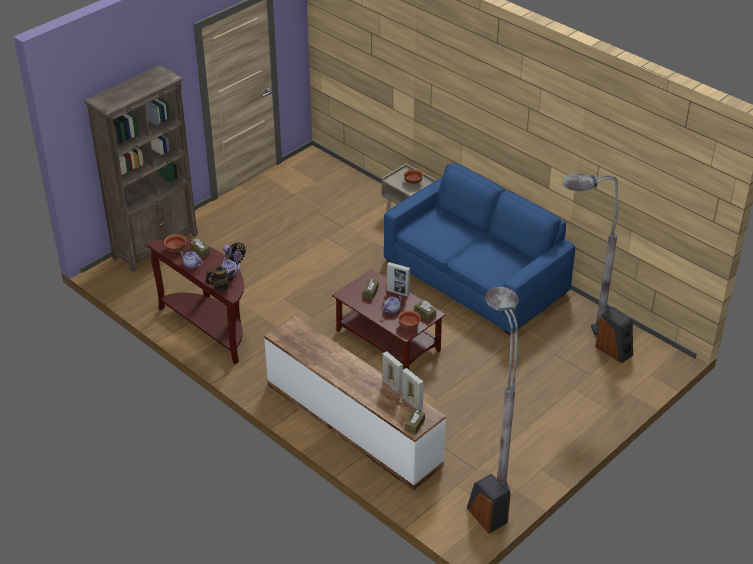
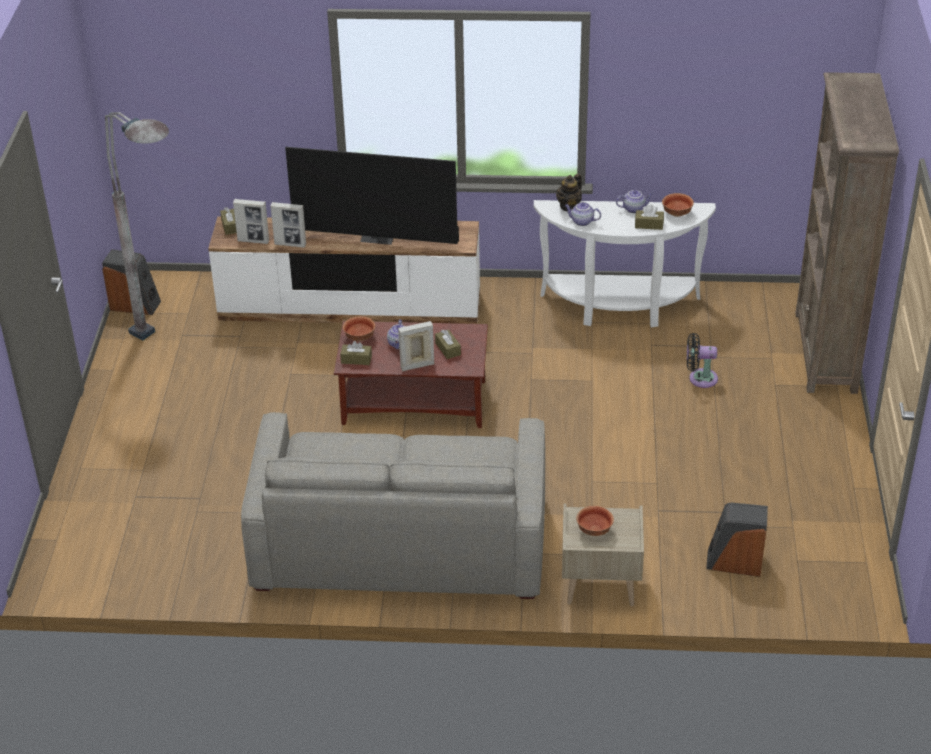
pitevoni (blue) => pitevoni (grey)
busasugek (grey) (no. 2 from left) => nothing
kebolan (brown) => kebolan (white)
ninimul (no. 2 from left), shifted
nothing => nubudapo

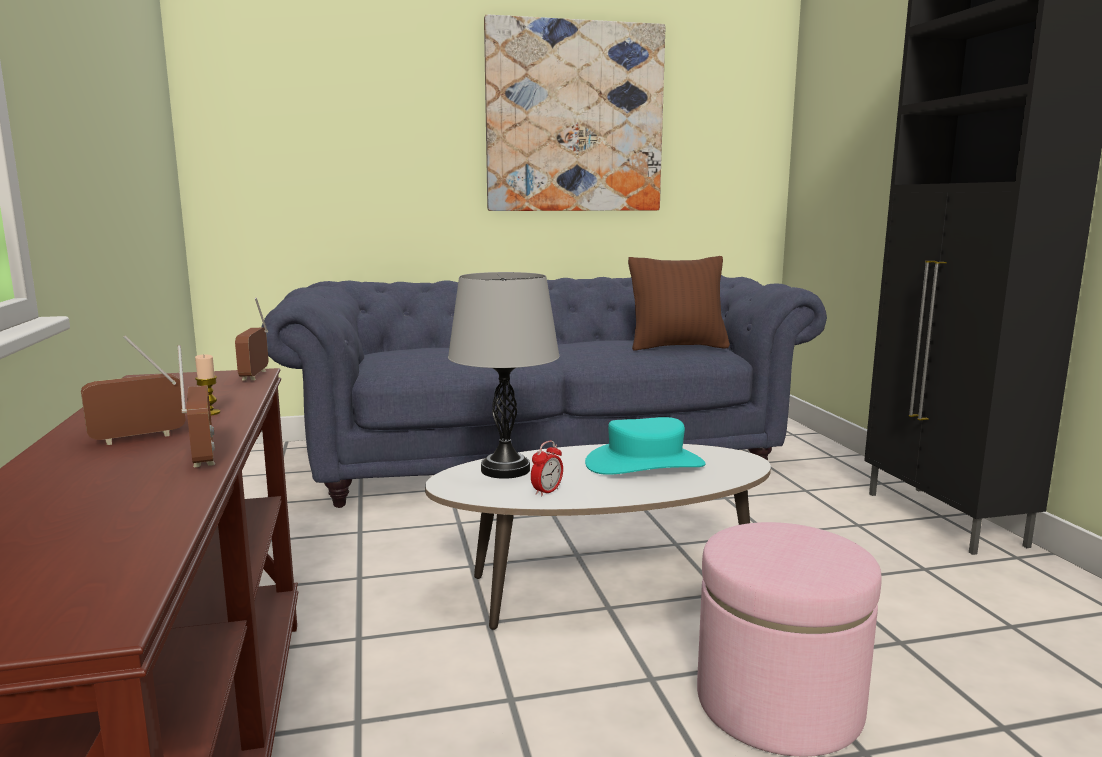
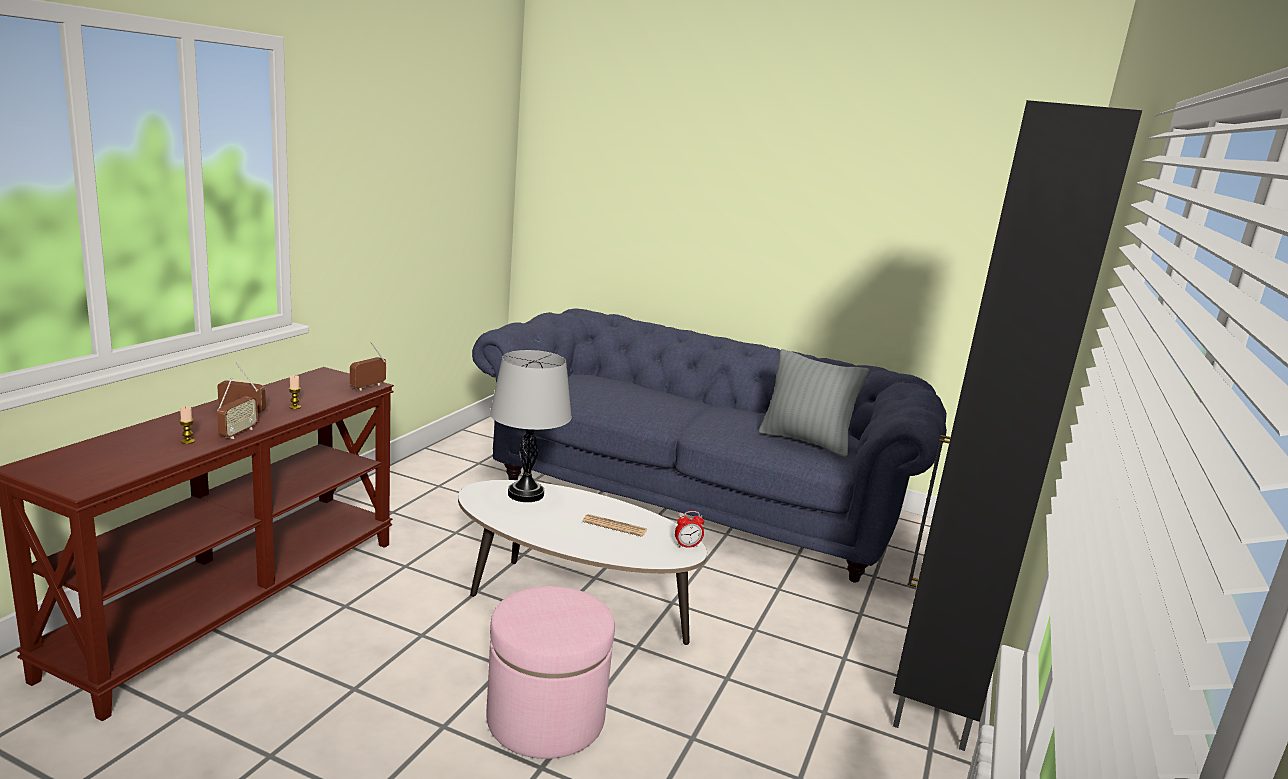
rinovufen => nothing
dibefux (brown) => dibefux (grey)
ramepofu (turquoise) => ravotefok
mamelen, shifted
nothing => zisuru (no. 1 from left)

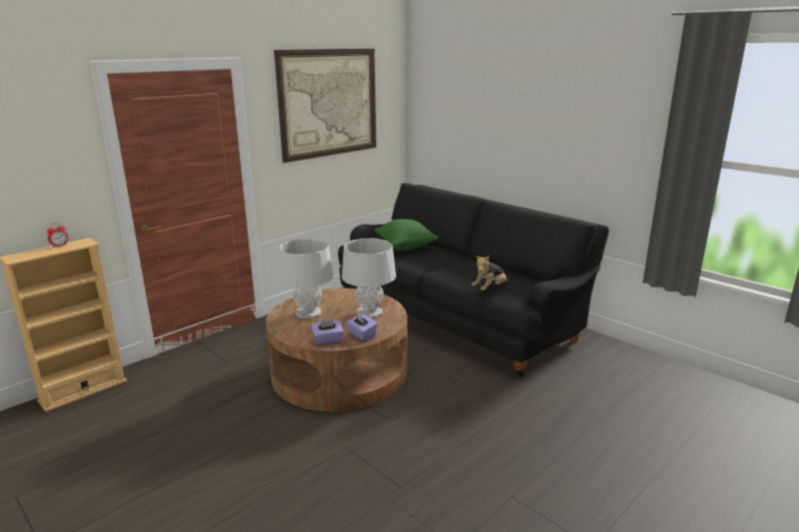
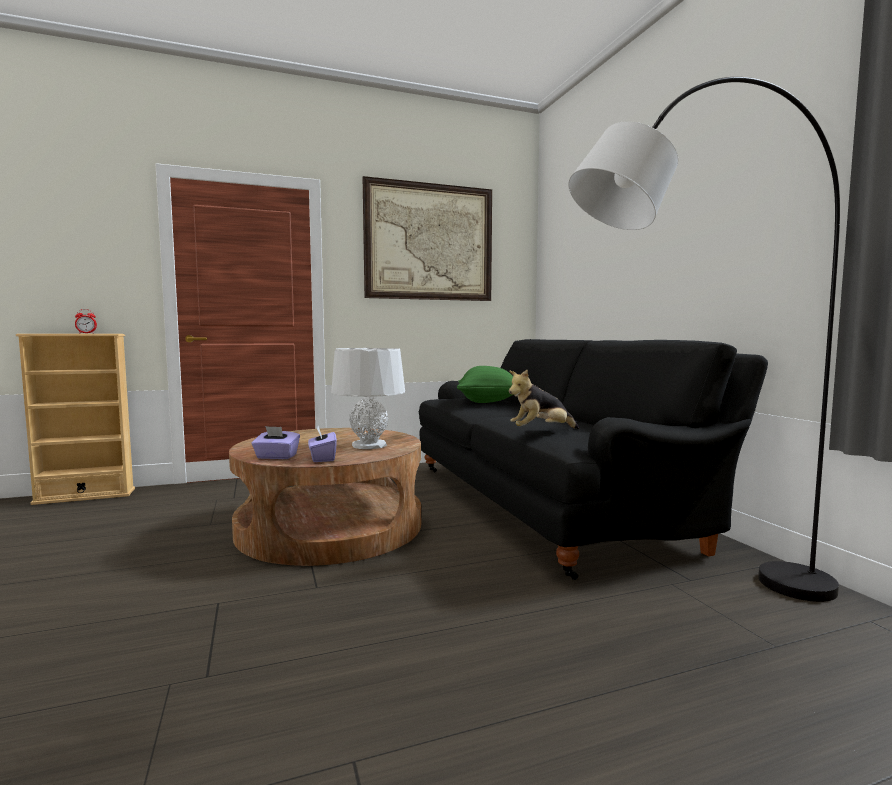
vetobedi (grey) (no. 1 from left) => nothing
nothing => busasugek (black)

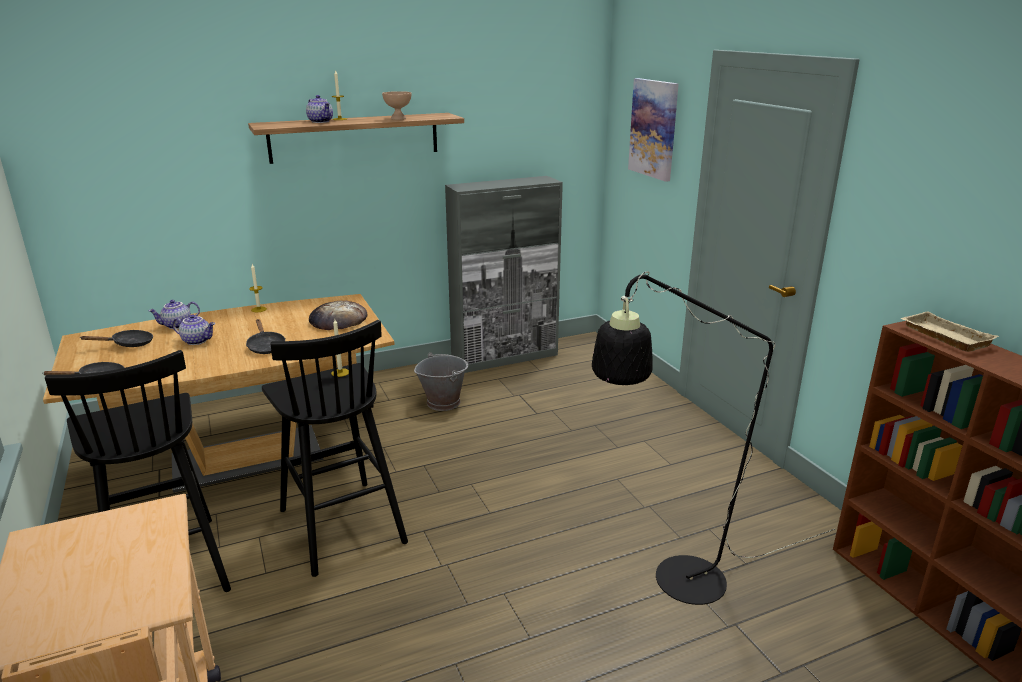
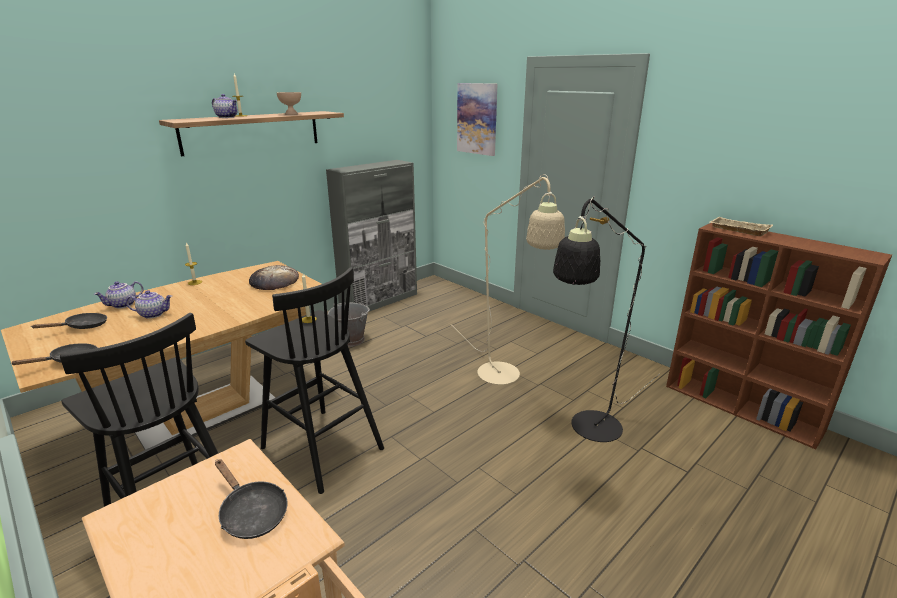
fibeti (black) (no. 3 from left), shifted
nothing => busasugek (beige)

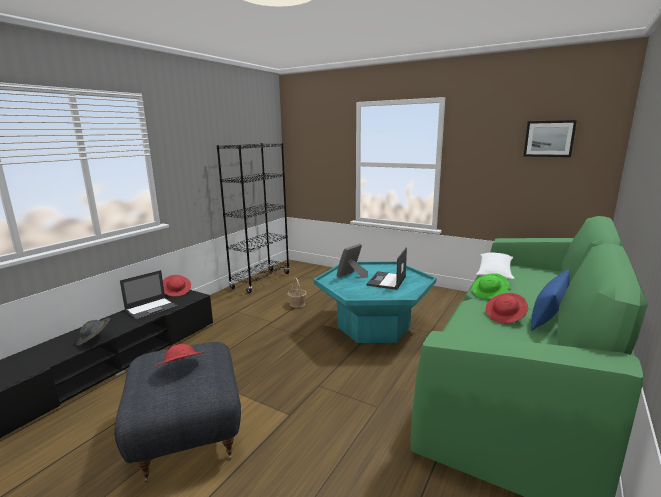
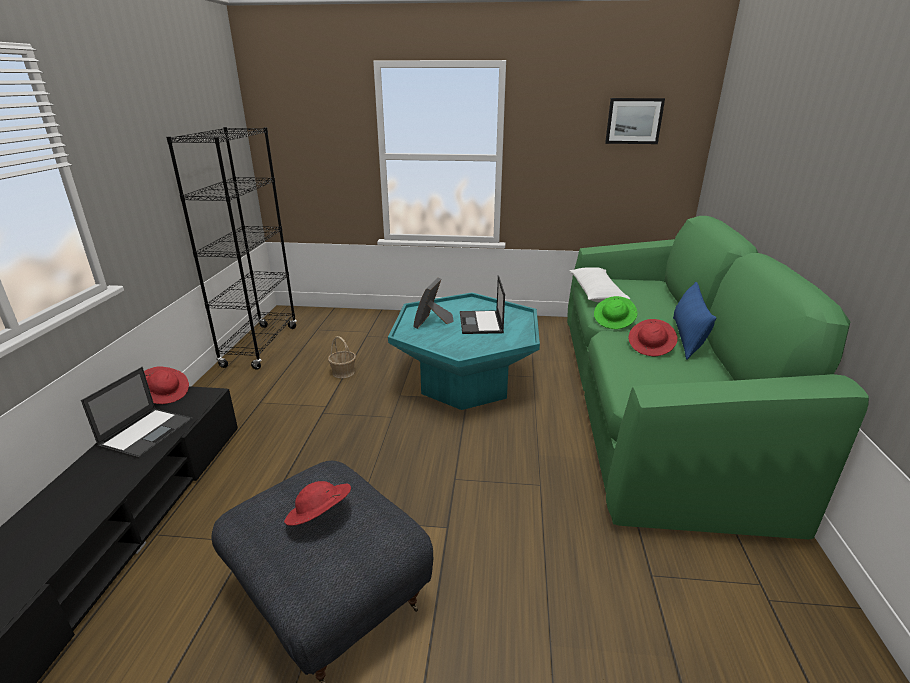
ramepofu (grey) => nothing

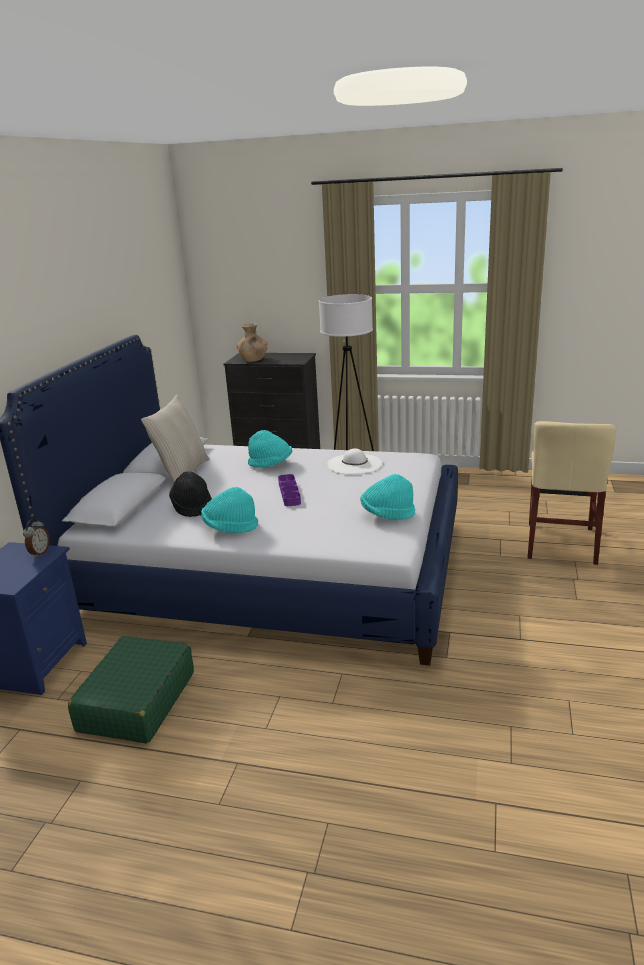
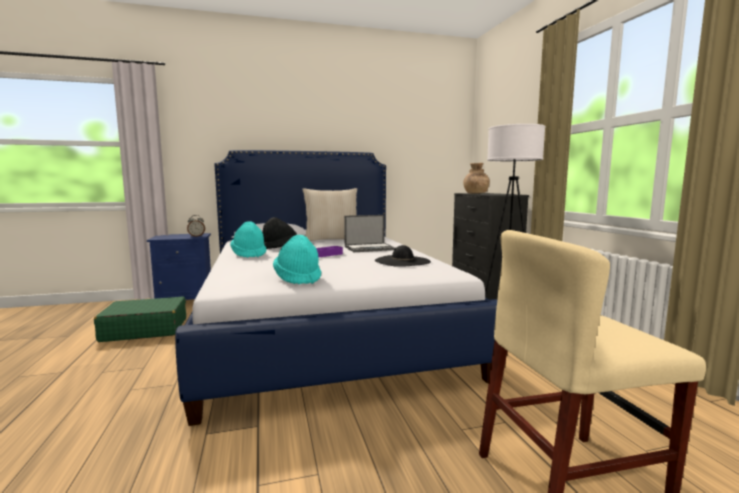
ramepofu (turquoise) (no. 2 from left) => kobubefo
ramepofu (white) => ramepofu (black) (no. 2 from left)

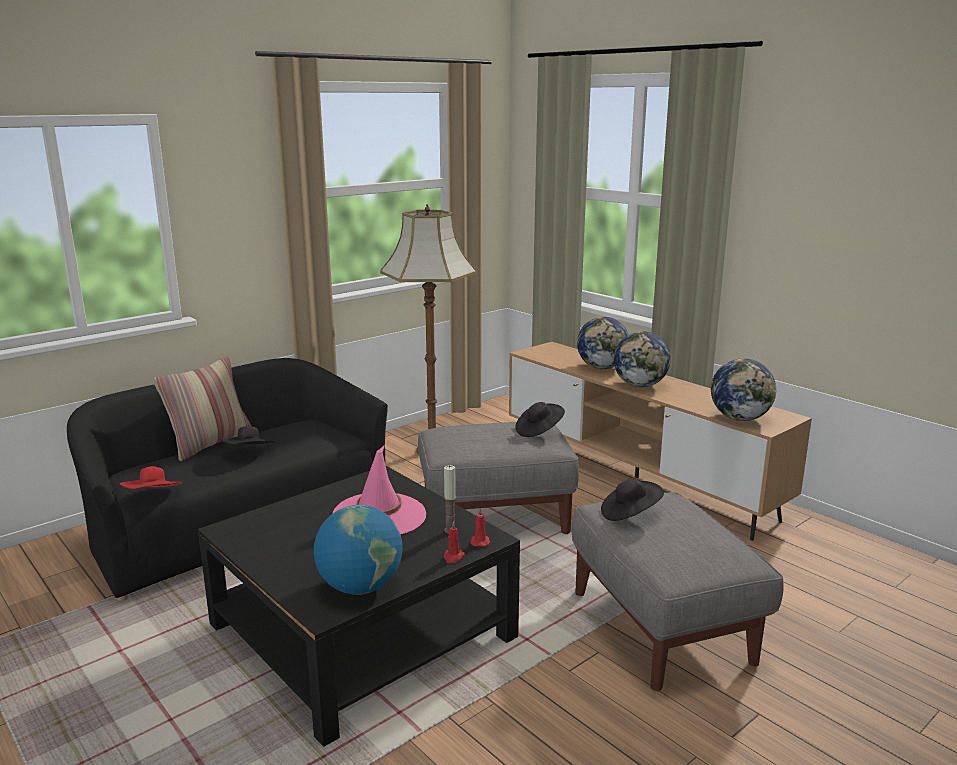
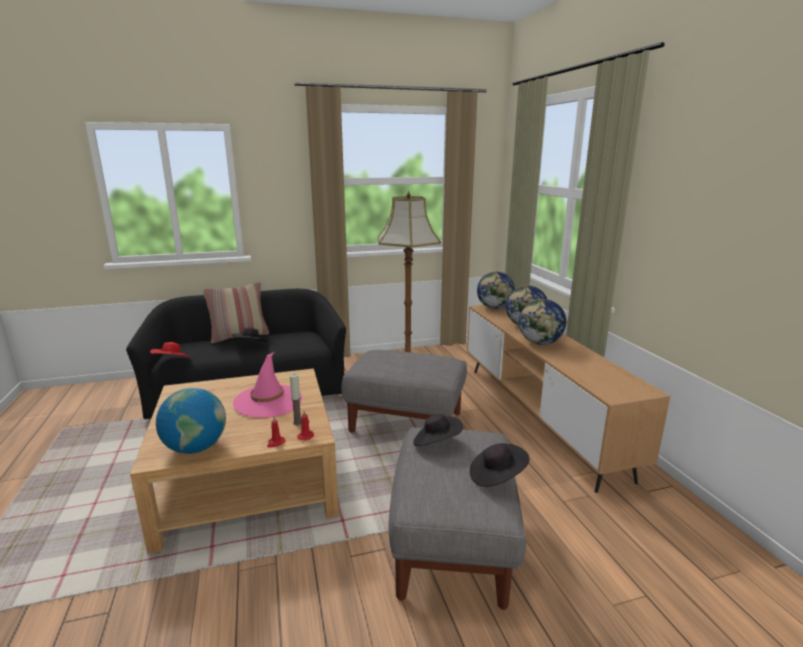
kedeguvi (no. 4 from left in the first image) => kedeguvi (no. 2 from left), shifted
ramepofu (black) (no. 2 from left in the first image) => ramepofu (black) (no. 3 from left), shifted
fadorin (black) => fadorin (beige)

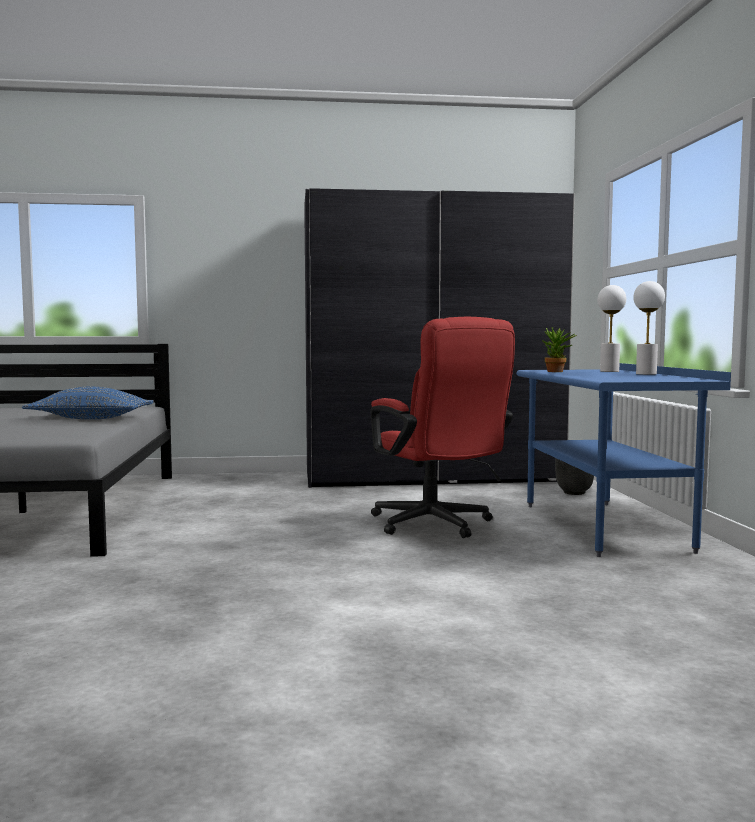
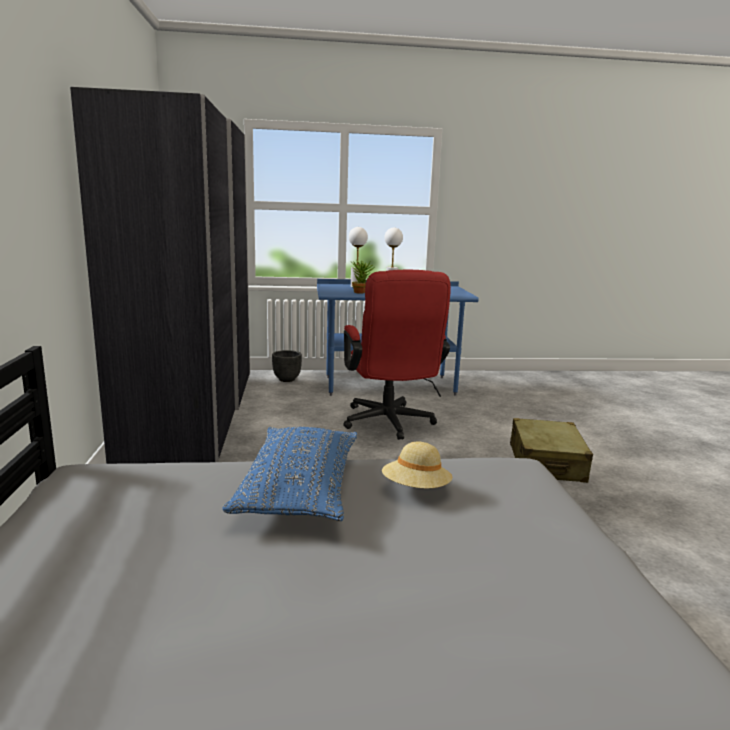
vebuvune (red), 105 degrees clockwise
nothing => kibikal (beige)
nothing => ramepofu (beige)

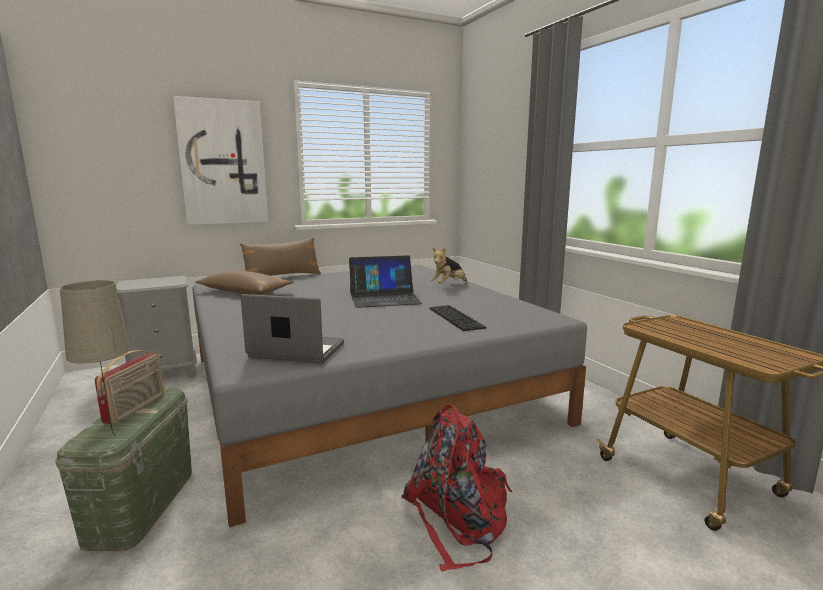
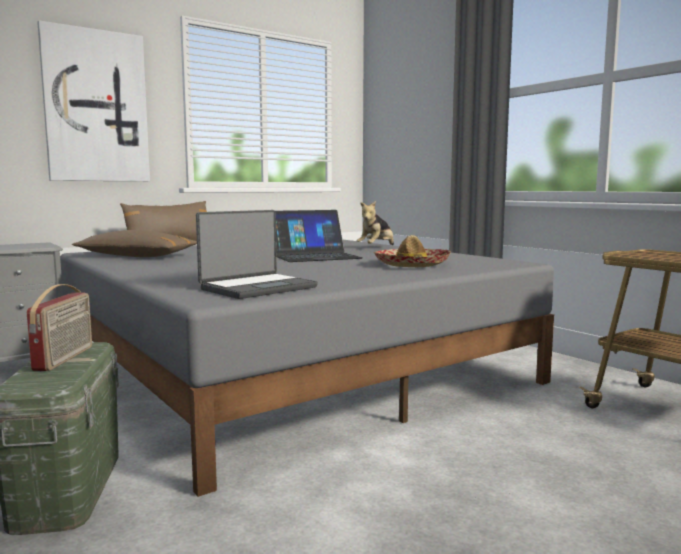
vetobedi (beige) => nothing
kobubefo (no. 1 from left), 135 degrees clockwise
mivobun => ramepofu
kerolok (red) => nothing

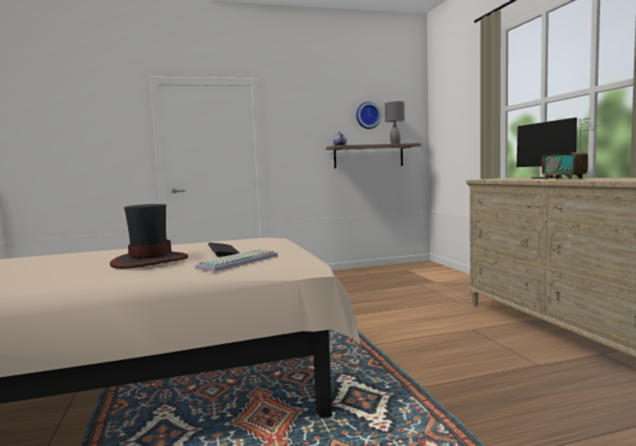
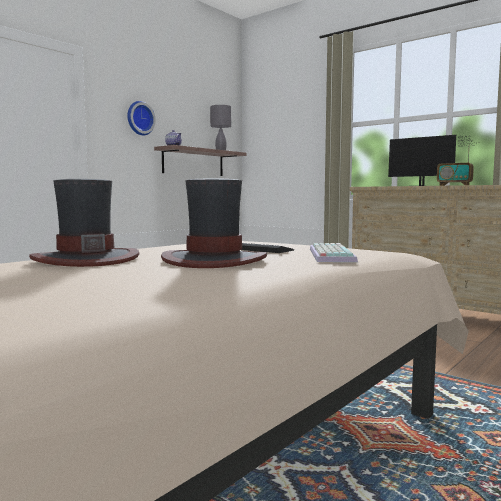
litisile, shifted
nothing => ramepofu (no. 1 from left)

